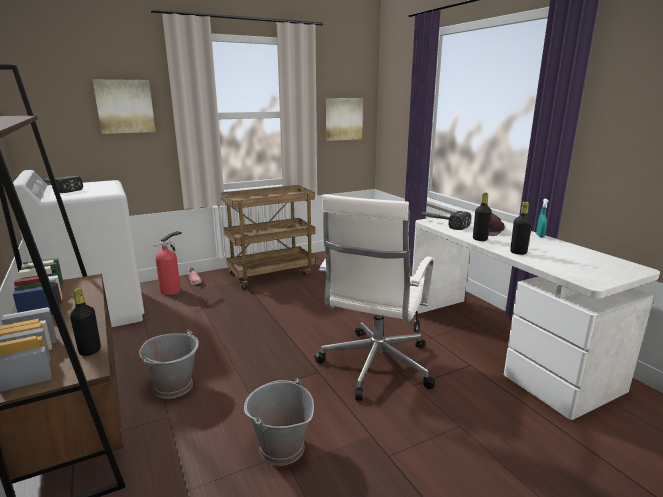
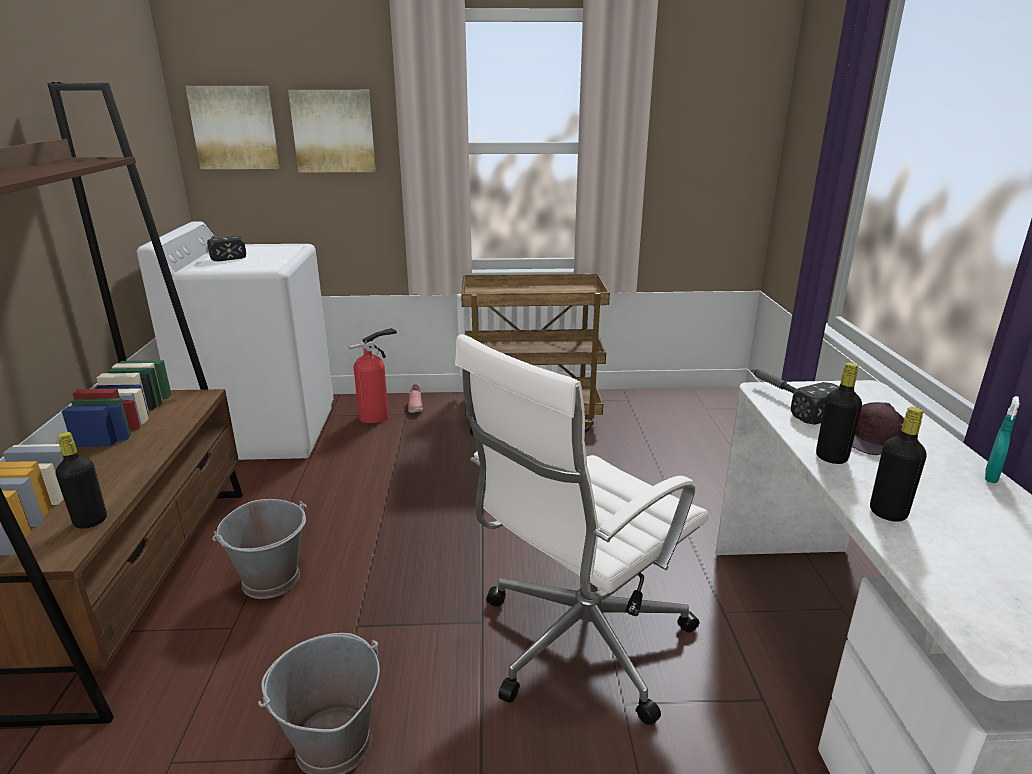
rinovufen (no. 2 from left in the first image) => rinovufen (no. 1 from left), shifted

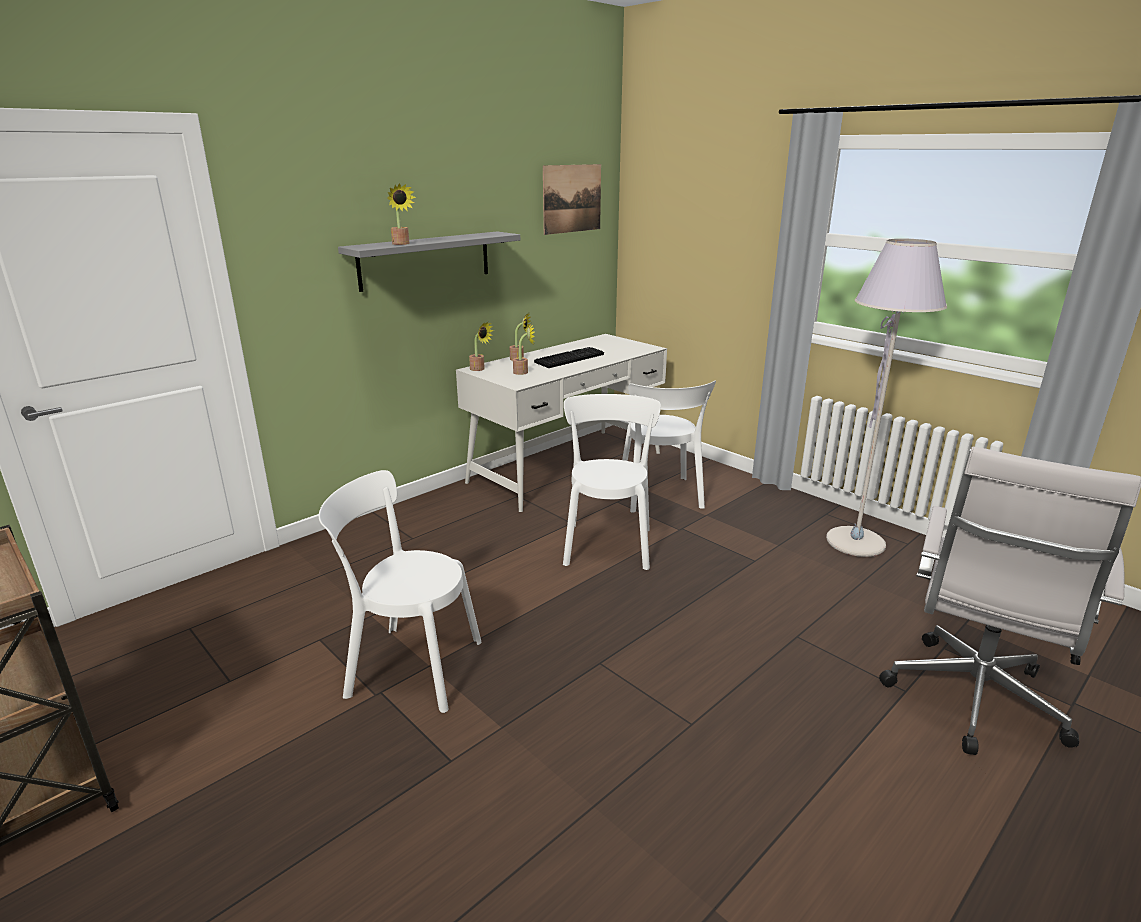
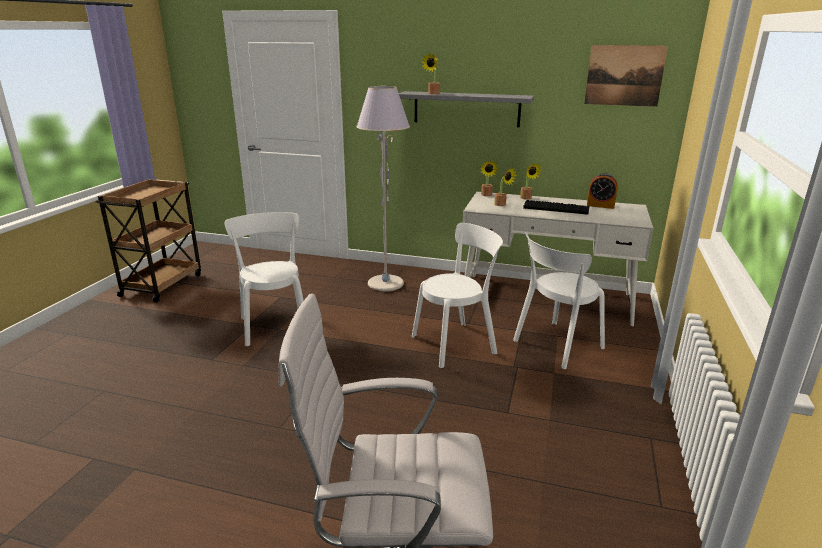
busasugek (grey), shifted
nothing => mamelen

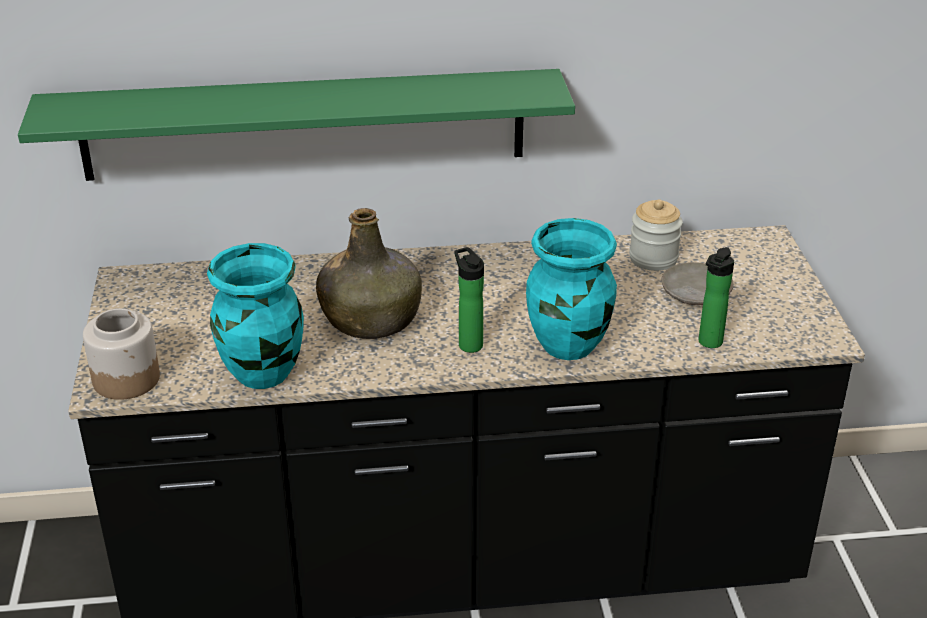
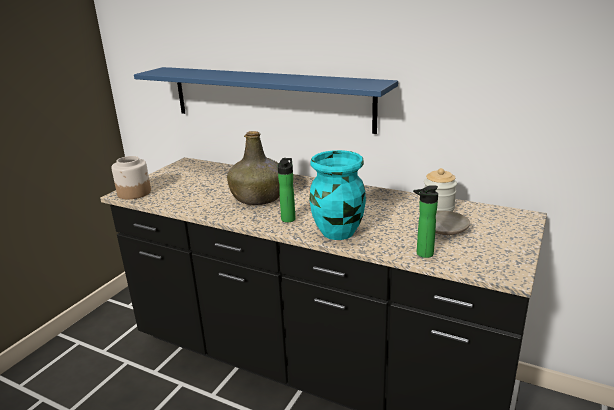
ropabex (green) => ropabex (blue)
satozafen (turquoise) (no. 1 from left) => nothing

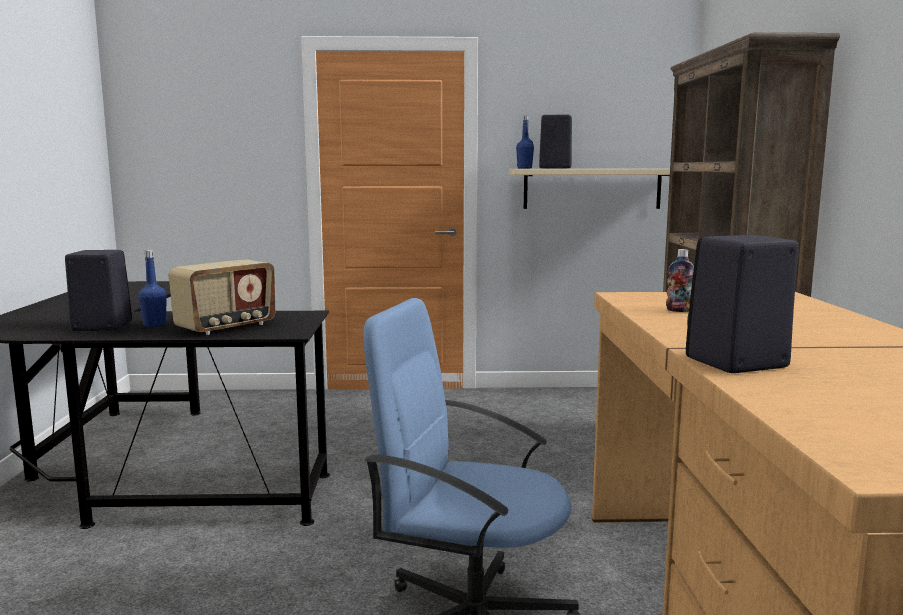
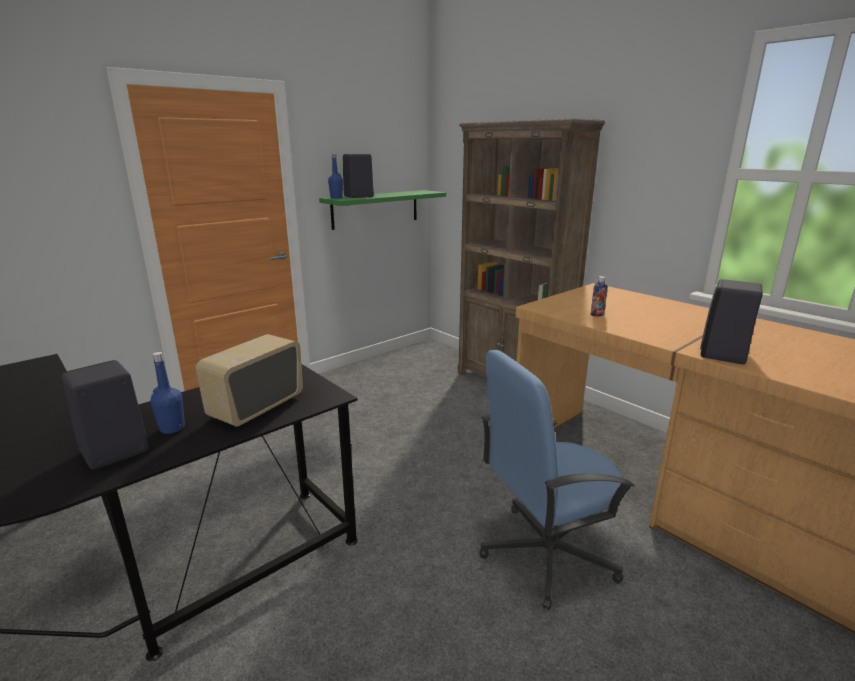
ropabex (beige) => ropabex (green)
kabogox, 150 degrees counterclockwise

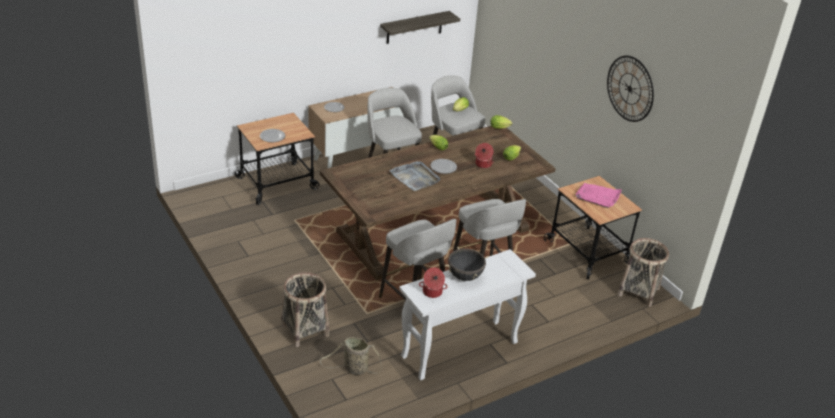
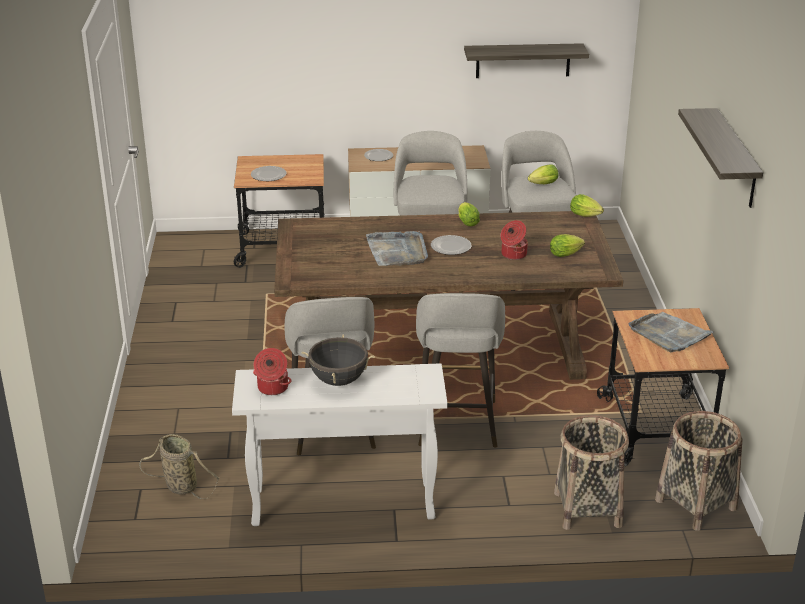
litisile => ropabex (no. 2 from left)
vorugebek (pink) => vorugebek (grey) (no. 2 from left)
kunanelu (no. 1 from left in the first image) => kunanelu (no. 2 from left), shifted

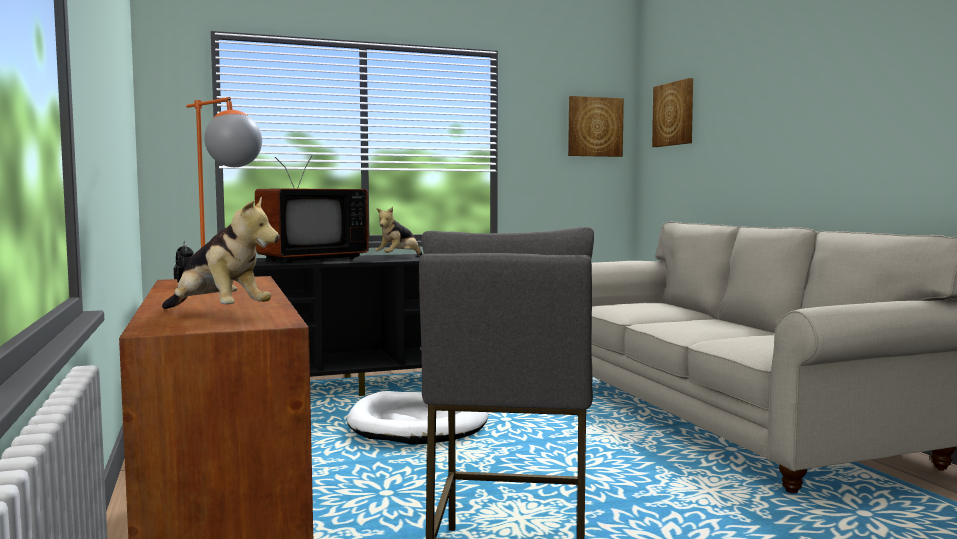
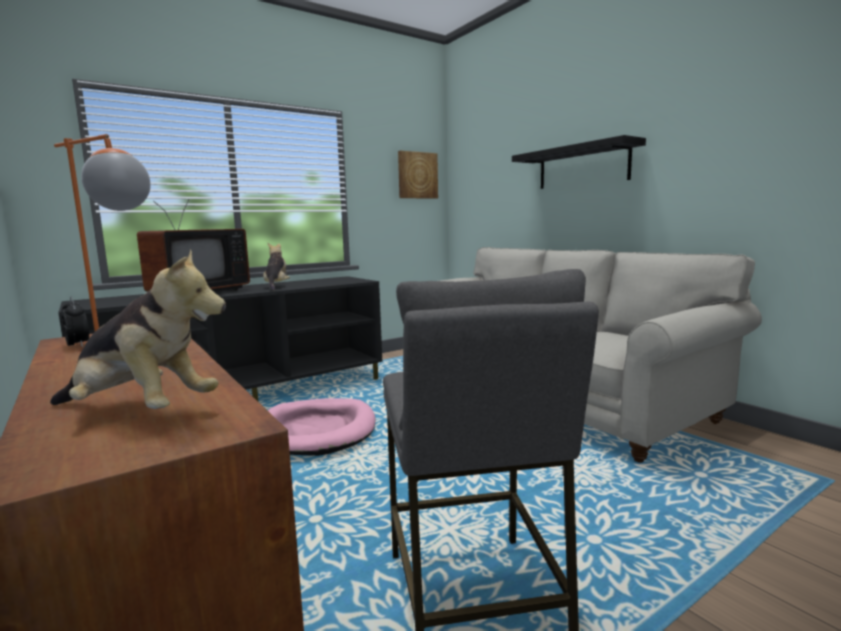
rinovufen (no. 2 from left) => nothing
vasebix (no. 2 from left), 150 degrees clockwise
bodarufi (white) => bodarufi (pink)
nothing => ropabex (black)

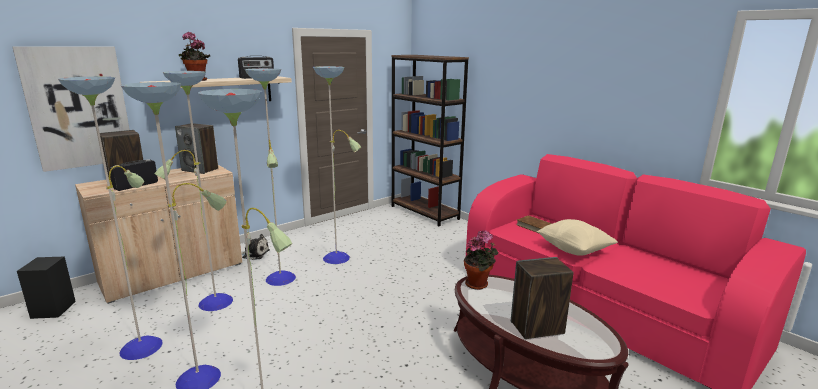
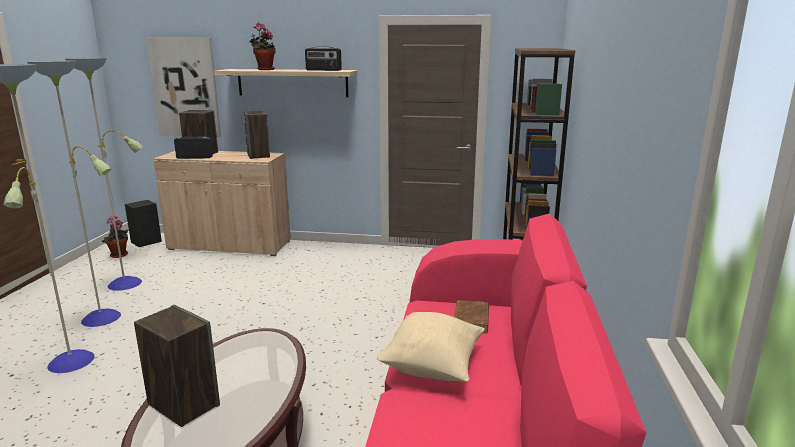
busasugek (no. 2 from left) => nothing
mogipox (no. 2 from left in the first image) => mogipox (no. 1 from left), shifted
vasebix => nothing

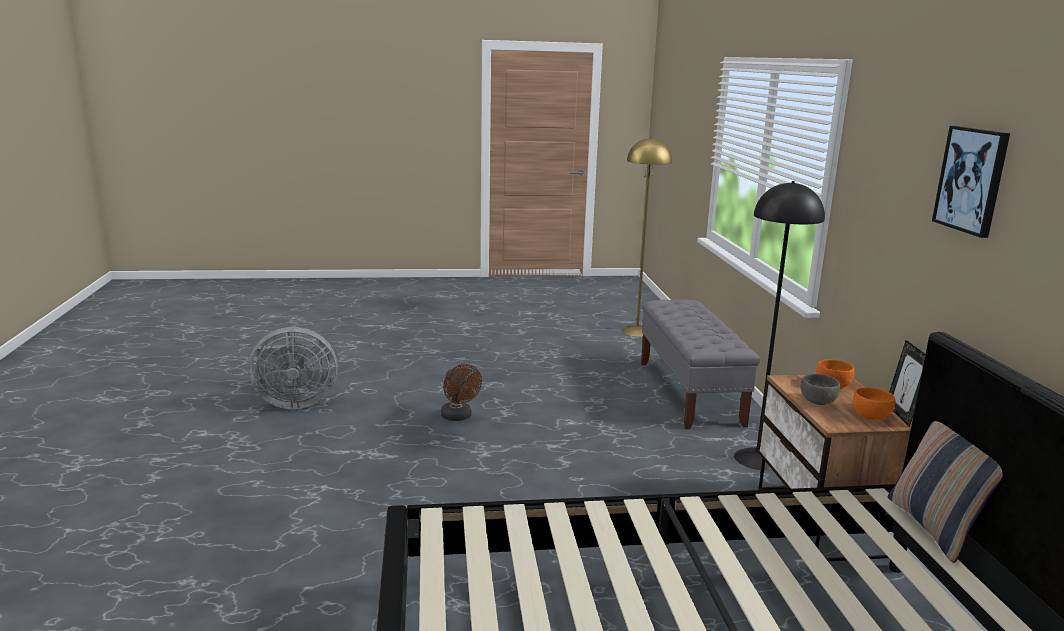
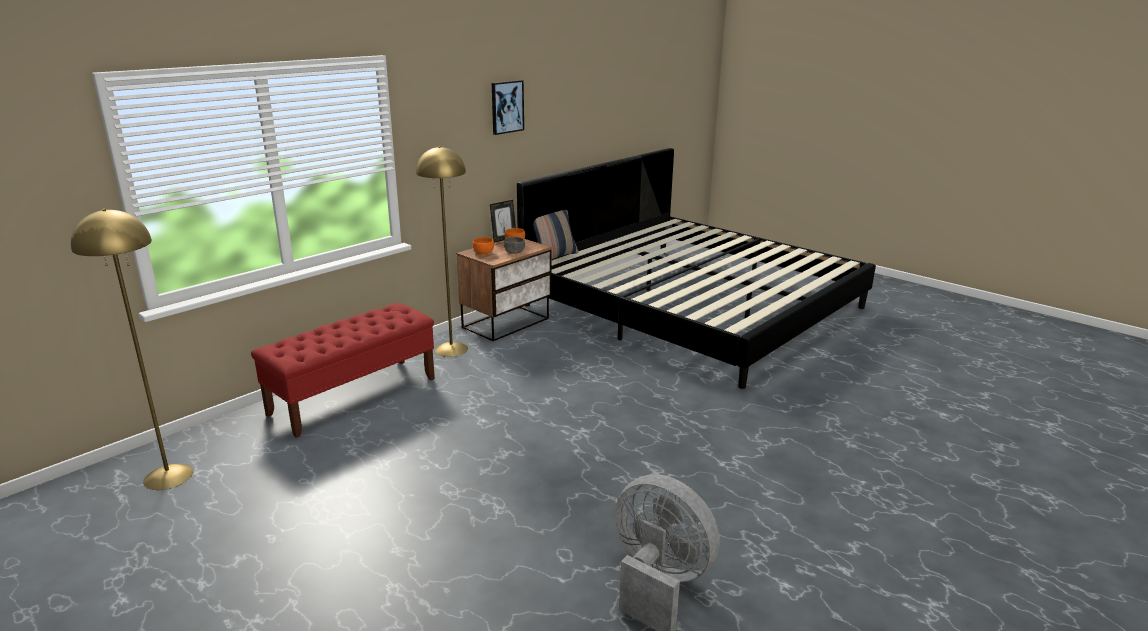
busasugek (black) => busasugek (yellow) (no. 2 from left)
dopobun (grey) => dopobun (red)
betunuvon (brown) => nothing

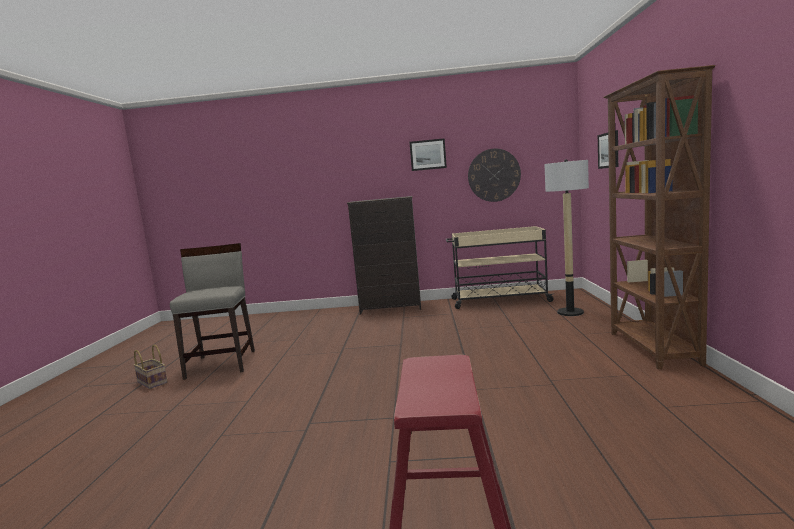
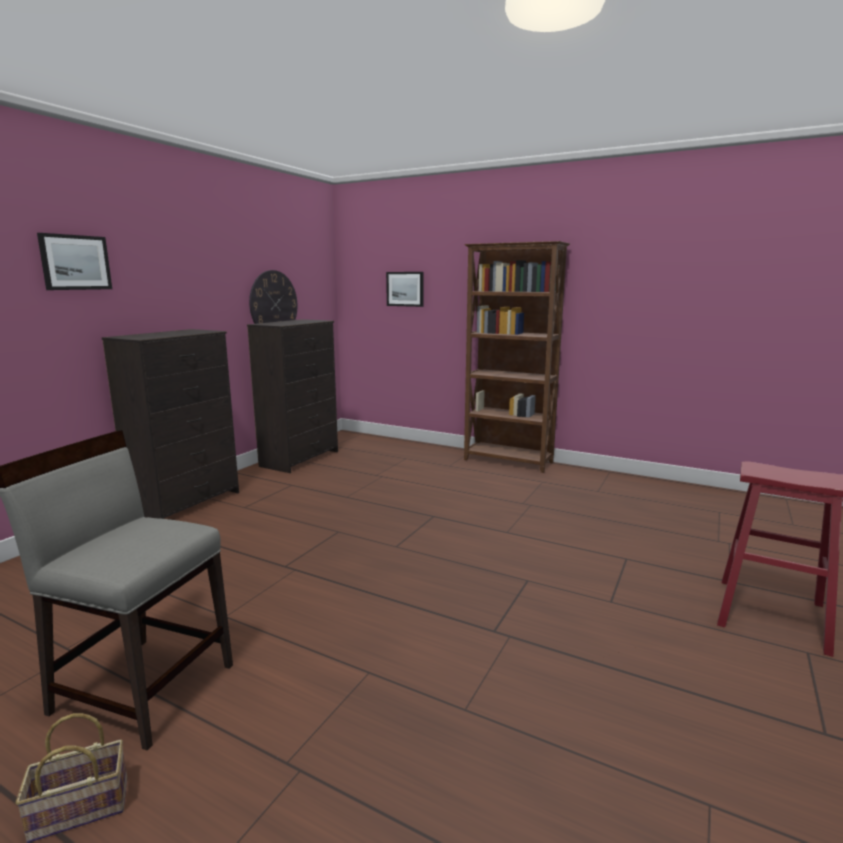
rinovufen (no. 1 from left), shifted
busasugek => nothing
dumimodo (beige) => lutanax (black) (no. 2 from left)

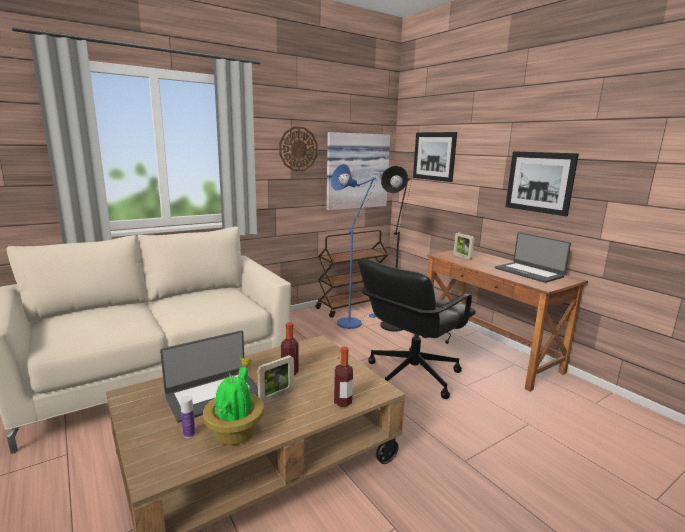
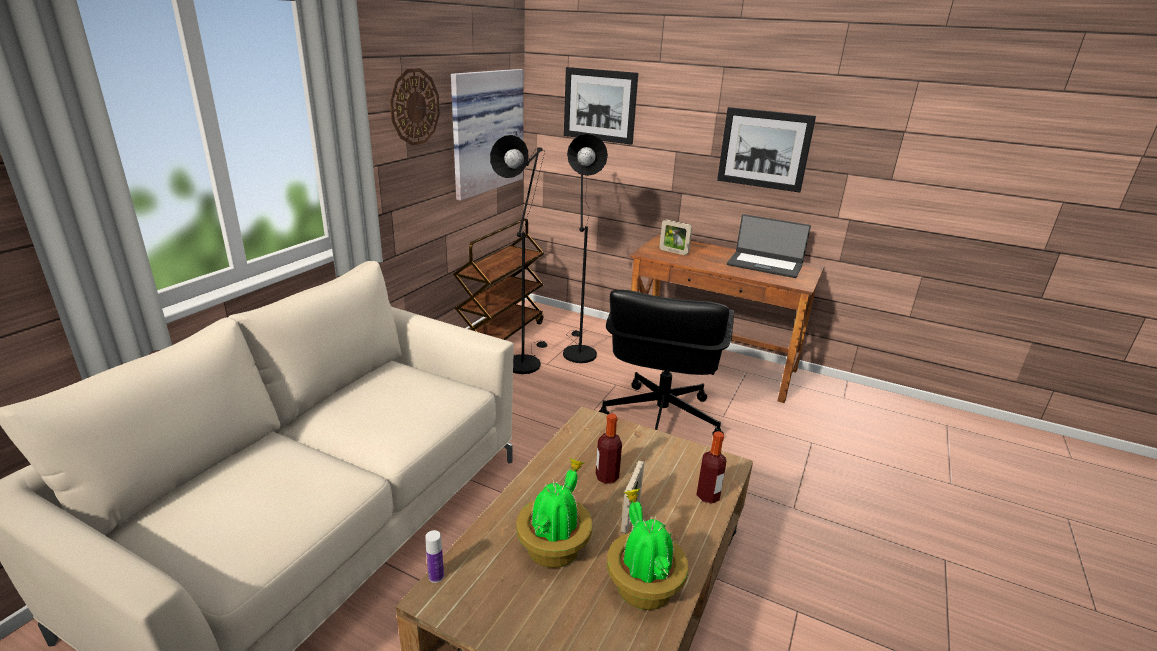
busasugek (blue) => busasugek (black) (no. 1 from left)
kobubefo (no. 1 from left) => mogipox (no. 1 from left)
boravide (no. 1 from left), shifted

